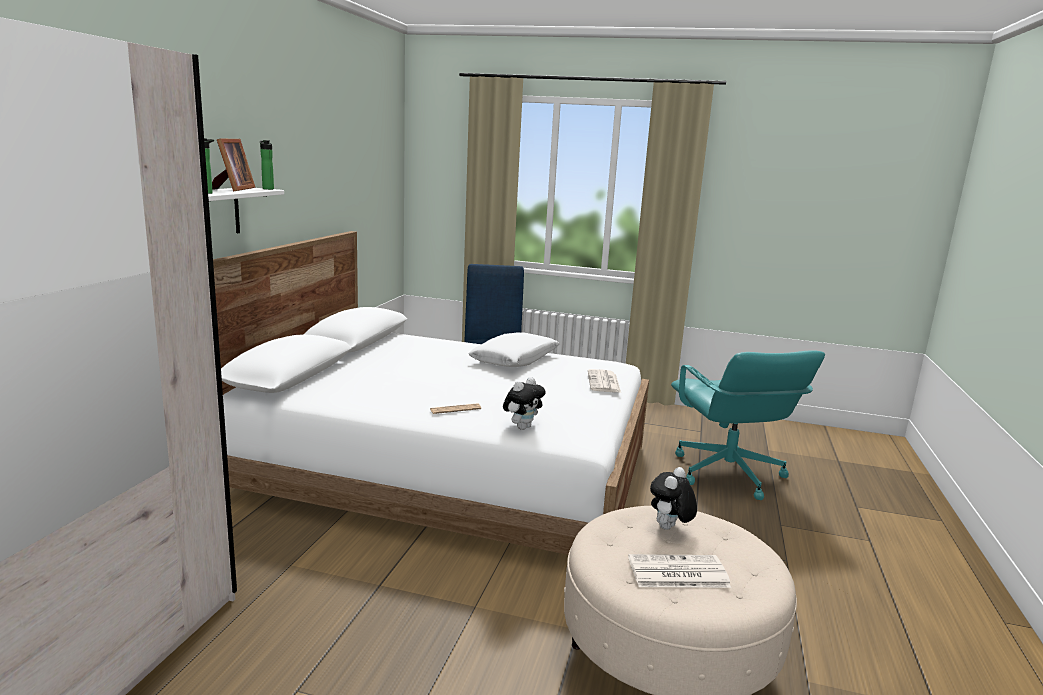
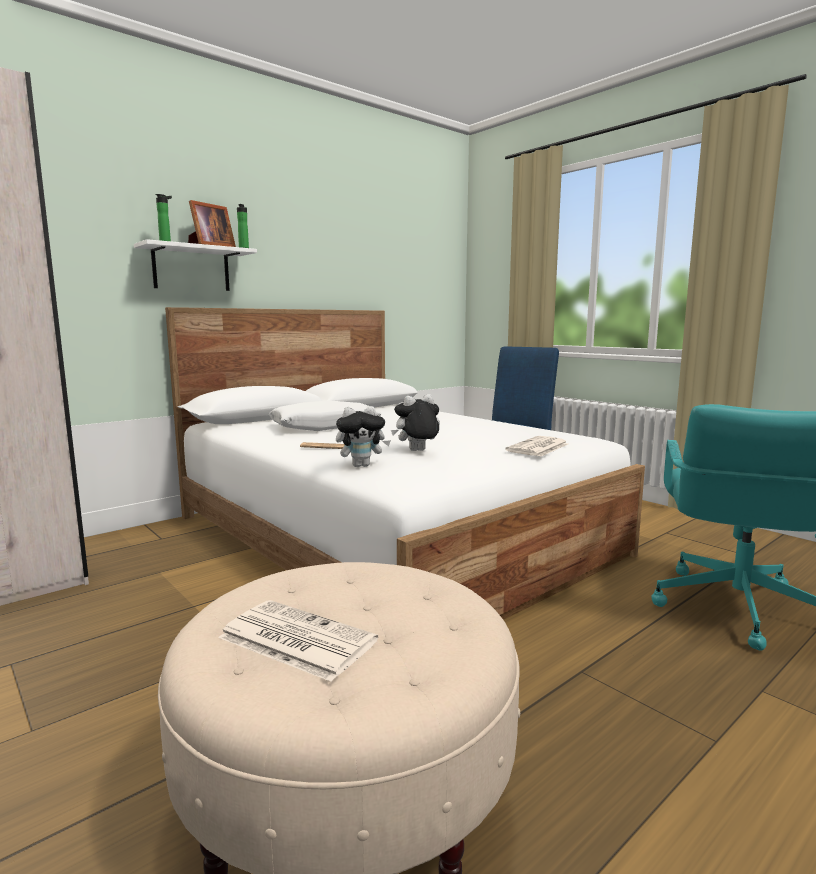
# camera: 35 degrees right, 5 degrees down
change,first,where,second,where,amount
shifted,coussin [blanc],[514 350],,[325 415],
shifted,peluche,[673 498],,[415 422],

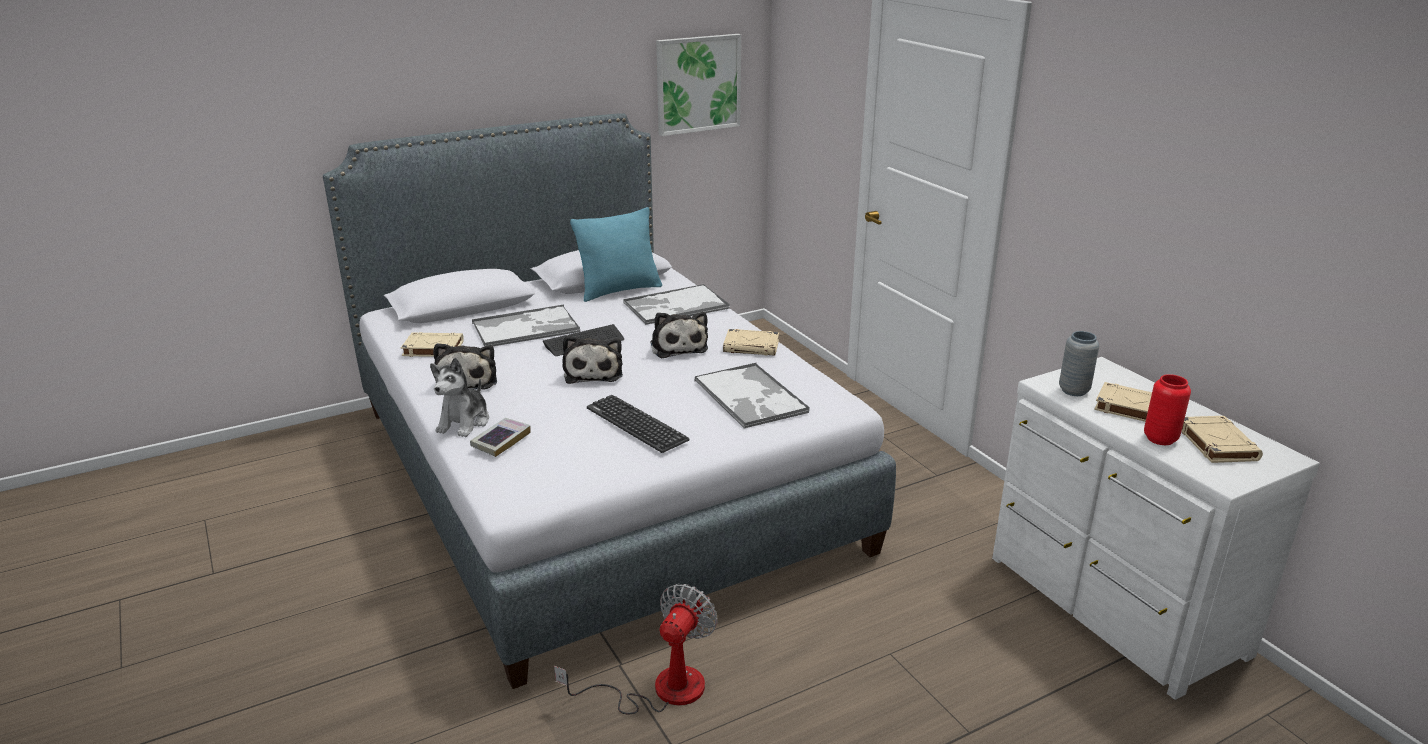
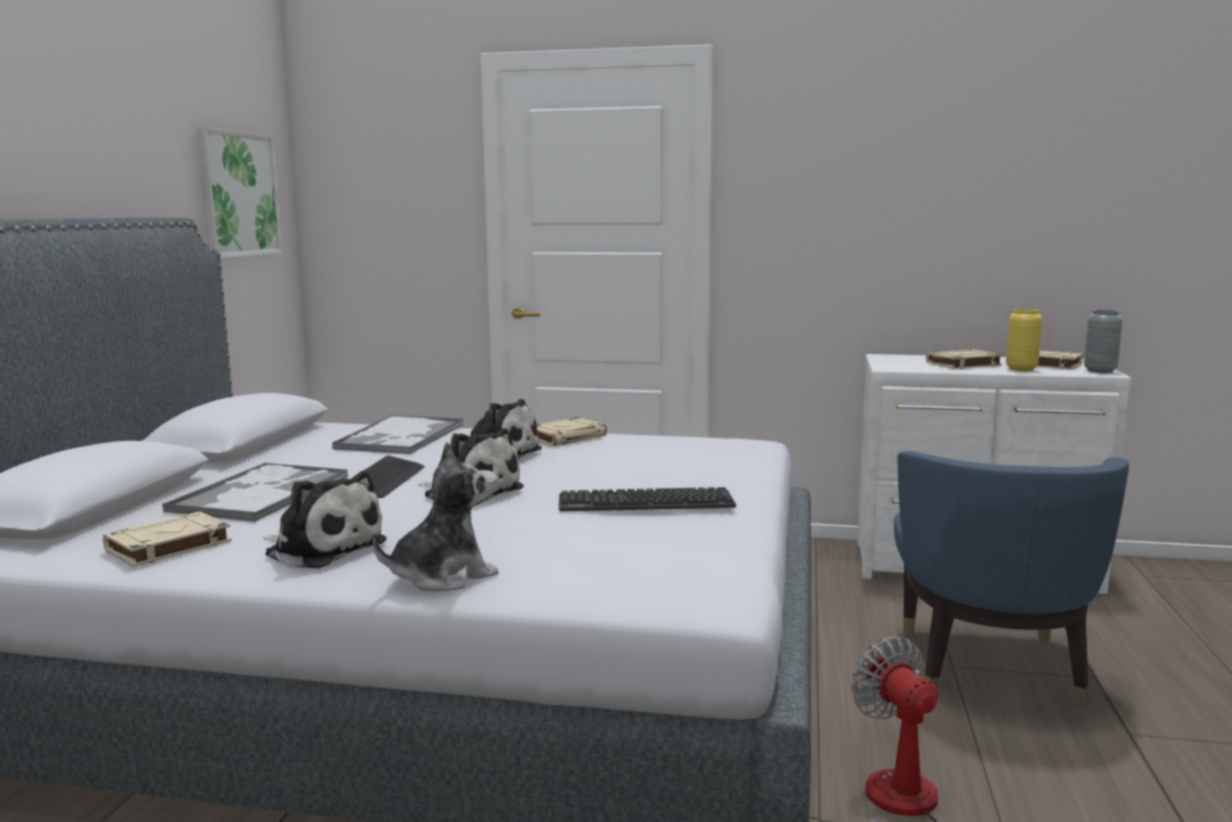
# camera: 50 degrees left, 15 degrees down
change,first,where,second,where,amount
gone,coussin [turquoise],[616 254],,,
shifted,vase [gris],[1079 363],,[1103 341],
rotated,peluche,[459 397],,[435 517],90 degrees counterclockwise
gone,plateau,[752 396],,,
repainted,vase [rouge],[1167 409],vase [jaune],[1024 340],
gone,livre,[500 437],,,
new,,,fauteuil [bleu],[1011 579],

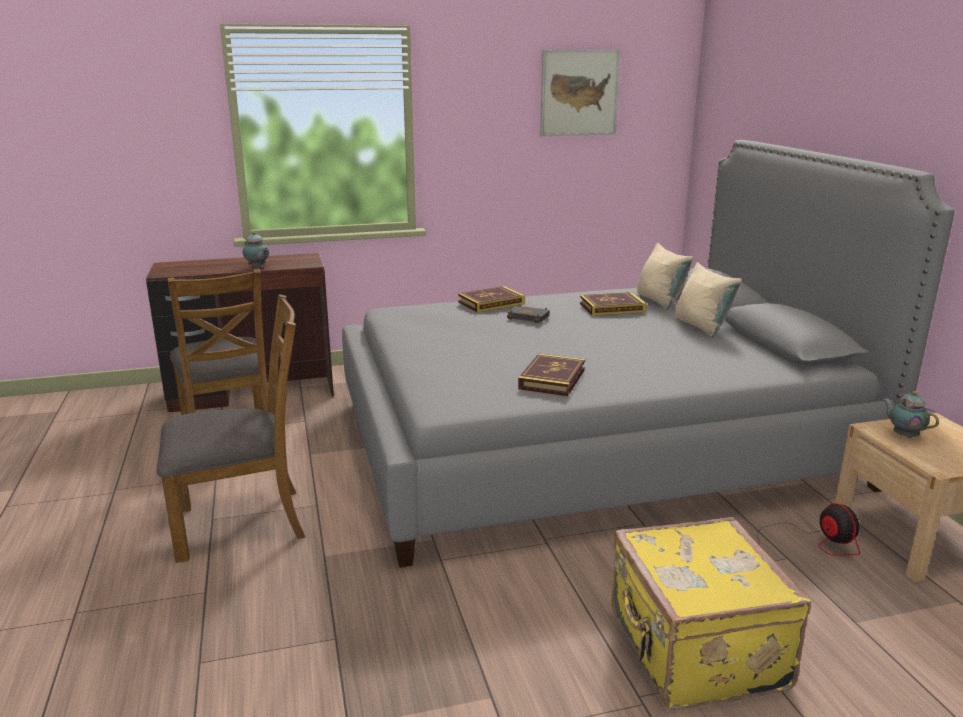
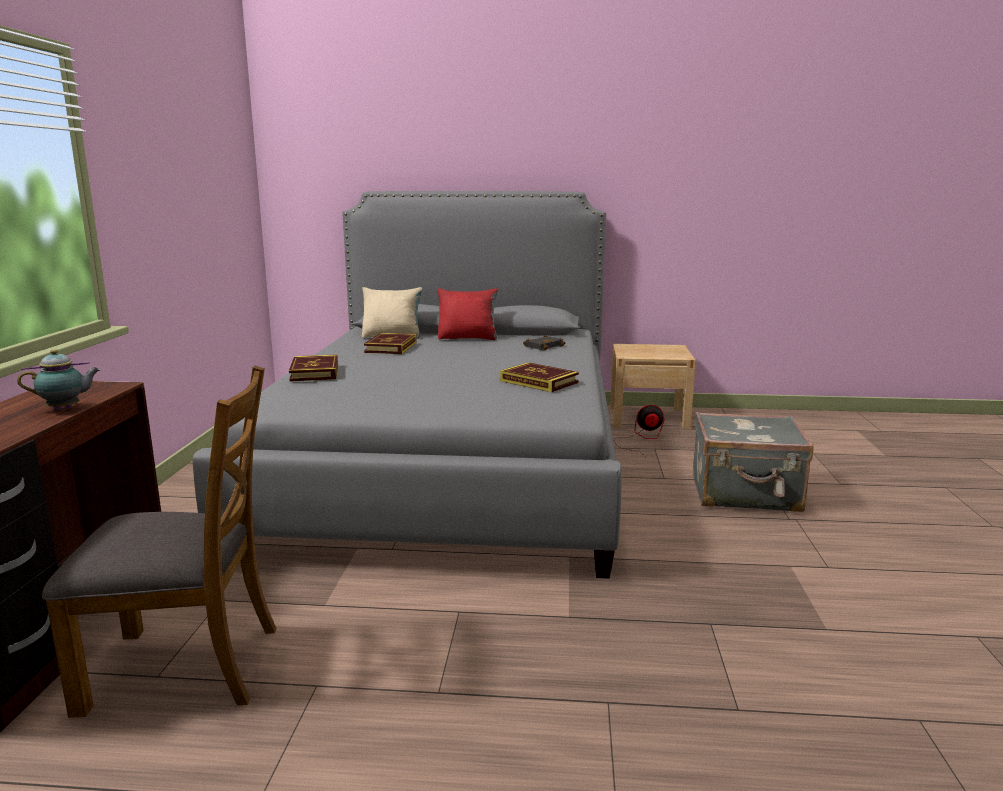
# camera: 70 degrees left, 5 degrees down
change,first,where,second,where,amount
gone,tableau,[580 93],,,
repainted,coussin [beige],[708 300],coussin [rouge],[467 314],
gone,chaise [marron],[231 428],,,
shifted,livre [noir],[528 313],,[544 343],
gone,théière,[910 414],,,
repainted,valise [jaune],[711 613],valise [gris],[753 462],

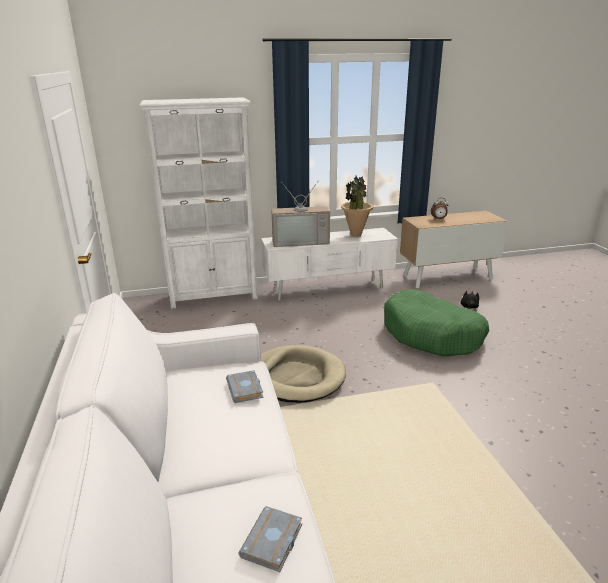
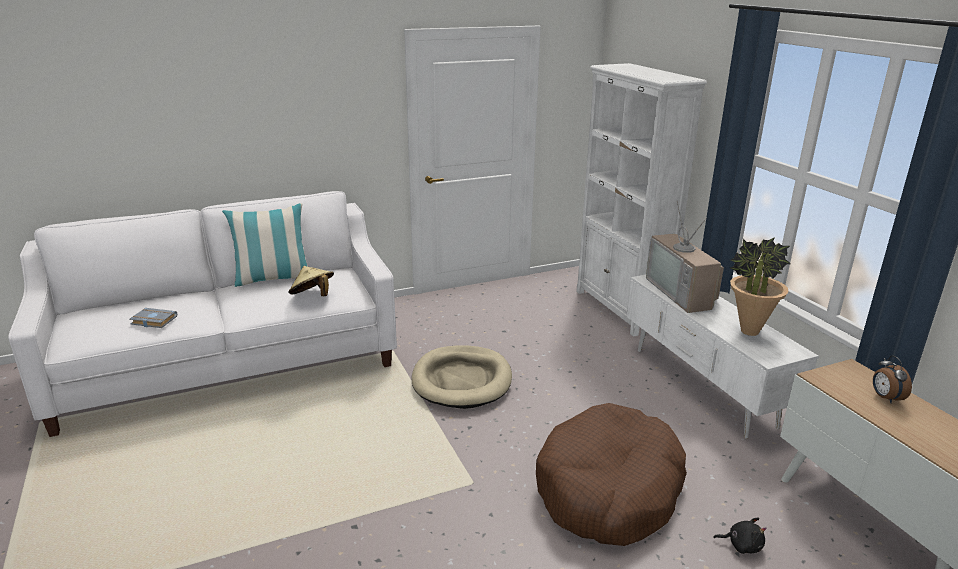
# camera: 80 degrees right, 0 degrees up
change,first,where,second,where,amount
repainted,panier pour chien [vert],[436 322],panier pour chien [marron],[611 474],
swapped,livre [gris],[245 386],chapeau [beige],[311 281],
new,,,coussin,[265 245],

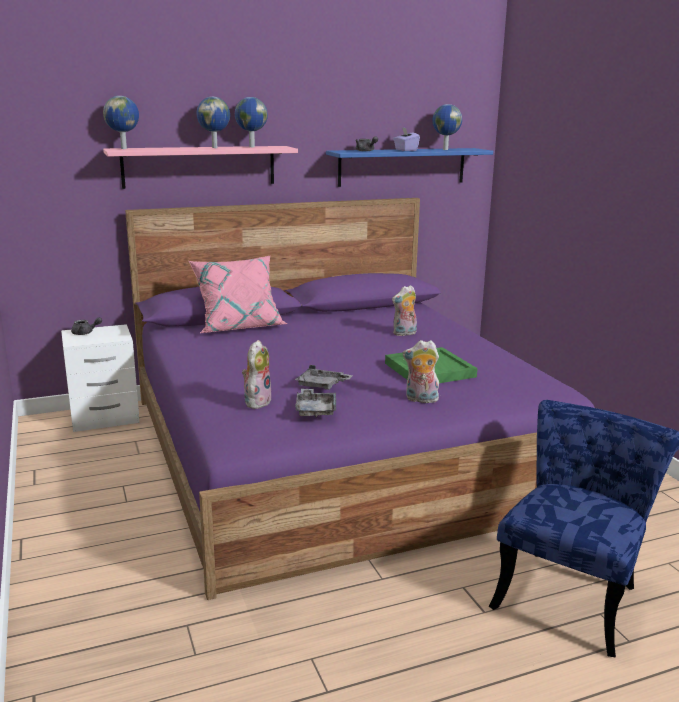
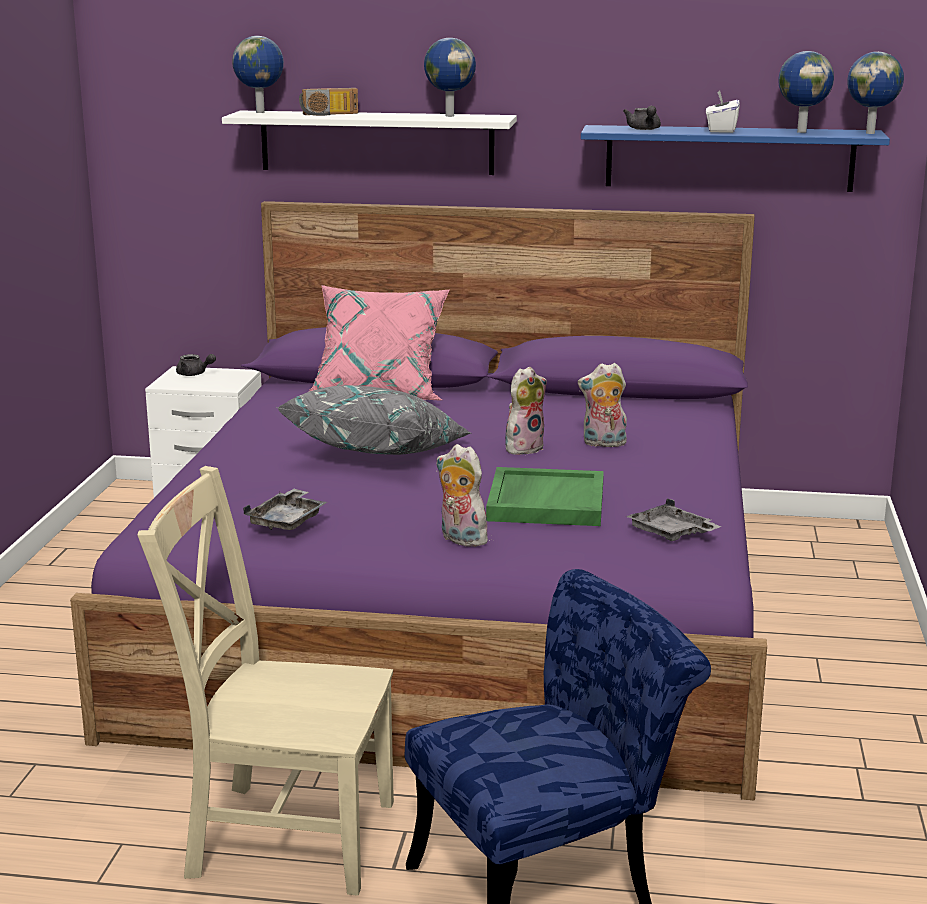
# camera: 30 degrees right, 0 degrees up
change,first,where,second,where,amount
shifted,globe,[213 122],,[875 93],
repainted,boîte à mouchoirs [violet],[406 139],boîte à mouchoirs [blanc],[723 111],
repainted,étagère [rose],[200 167],étagère [blanc],[369 143],
shifted,peluche,[256 374],,[526 411],
shifted,plateau [gris],[324 377],,[673 519],
new,,,radio,[328 102],
new,,,coussin [gris],[373 420],
new,,,chaise [beige],[265 681],

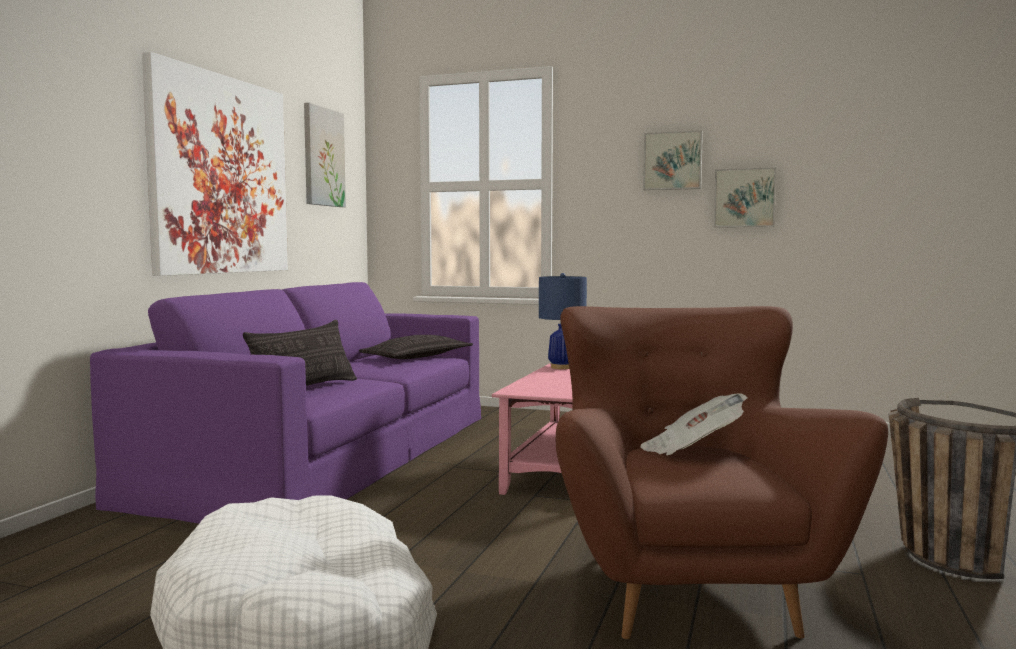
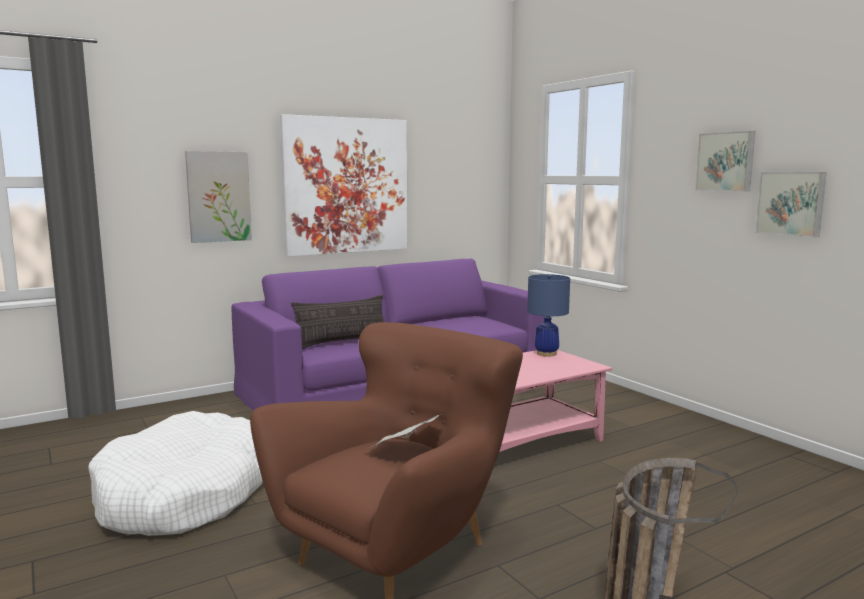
# camera: 40 degrees right, 5 degrees up
change,first,where,second,where,amount
shifted,tableau,[325 155],,[218 197],
gone,coussin,[416 347],,,

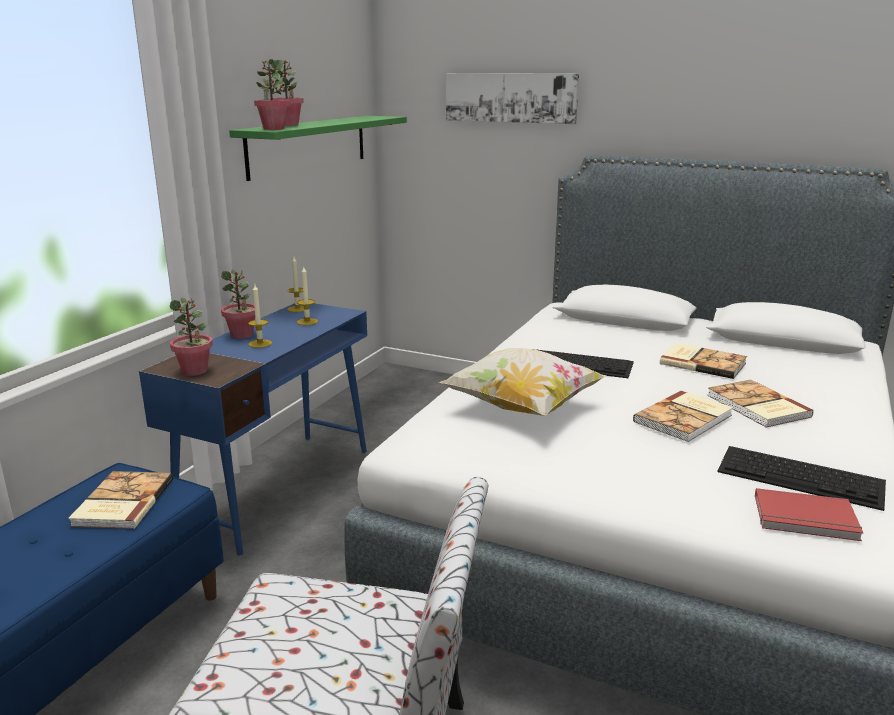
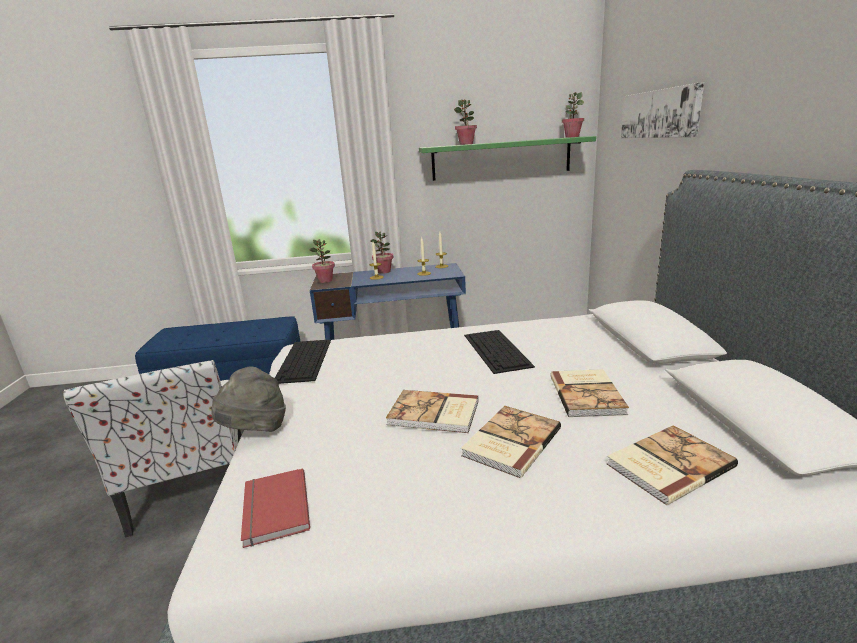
# camera: 60 degrees right, 0 degrees up
change,first,where,second,where,amount
shifted,plante en pot,[272 94],,[573 115],
gone,coussin,[523 382],,,
shifted,clavier,[801 478],,[303 362],
shifted,livre,[120 500],,[672 465],
new,,,chapeau [gris],[249 399],

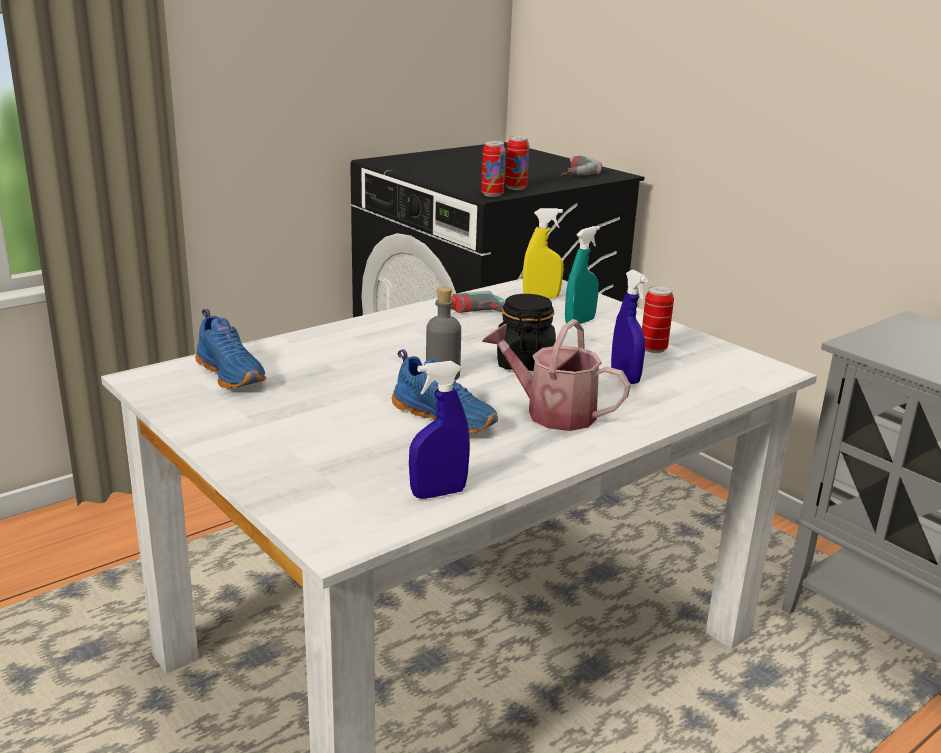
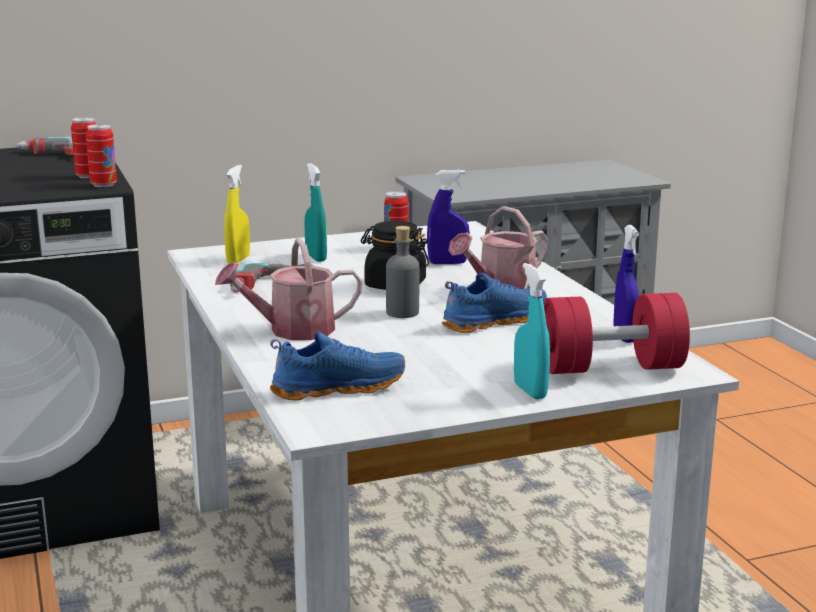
# camera: 70 degrees left, 5 degrees down
change,first,where,second,where,amount
new,,,arrosoir,[288 289],
new,,,vaporisateur [turquoise],[532 331],
new,,,haltère [rouge],[616 333],

